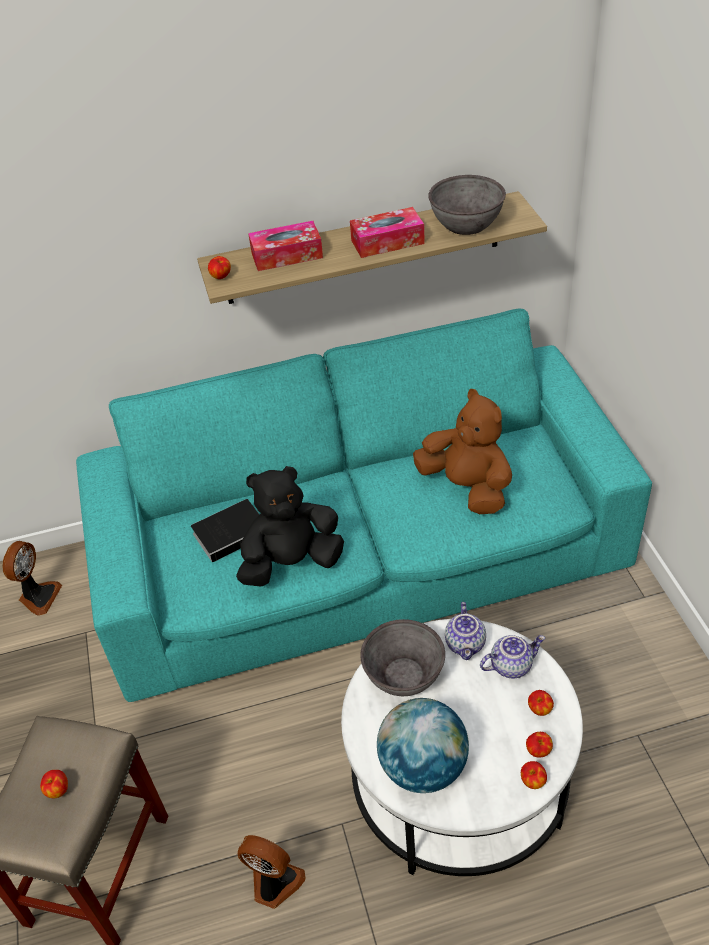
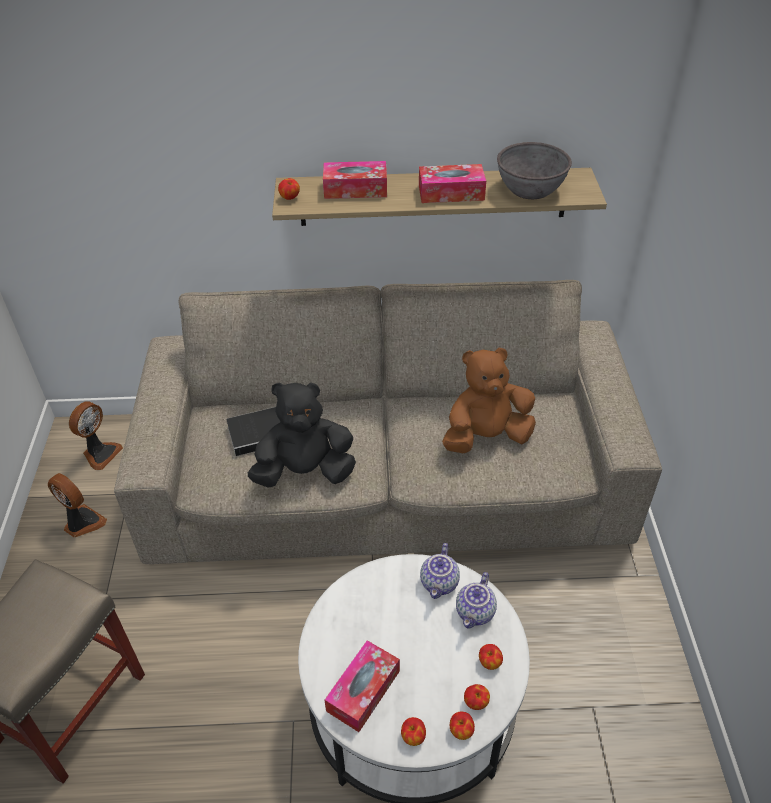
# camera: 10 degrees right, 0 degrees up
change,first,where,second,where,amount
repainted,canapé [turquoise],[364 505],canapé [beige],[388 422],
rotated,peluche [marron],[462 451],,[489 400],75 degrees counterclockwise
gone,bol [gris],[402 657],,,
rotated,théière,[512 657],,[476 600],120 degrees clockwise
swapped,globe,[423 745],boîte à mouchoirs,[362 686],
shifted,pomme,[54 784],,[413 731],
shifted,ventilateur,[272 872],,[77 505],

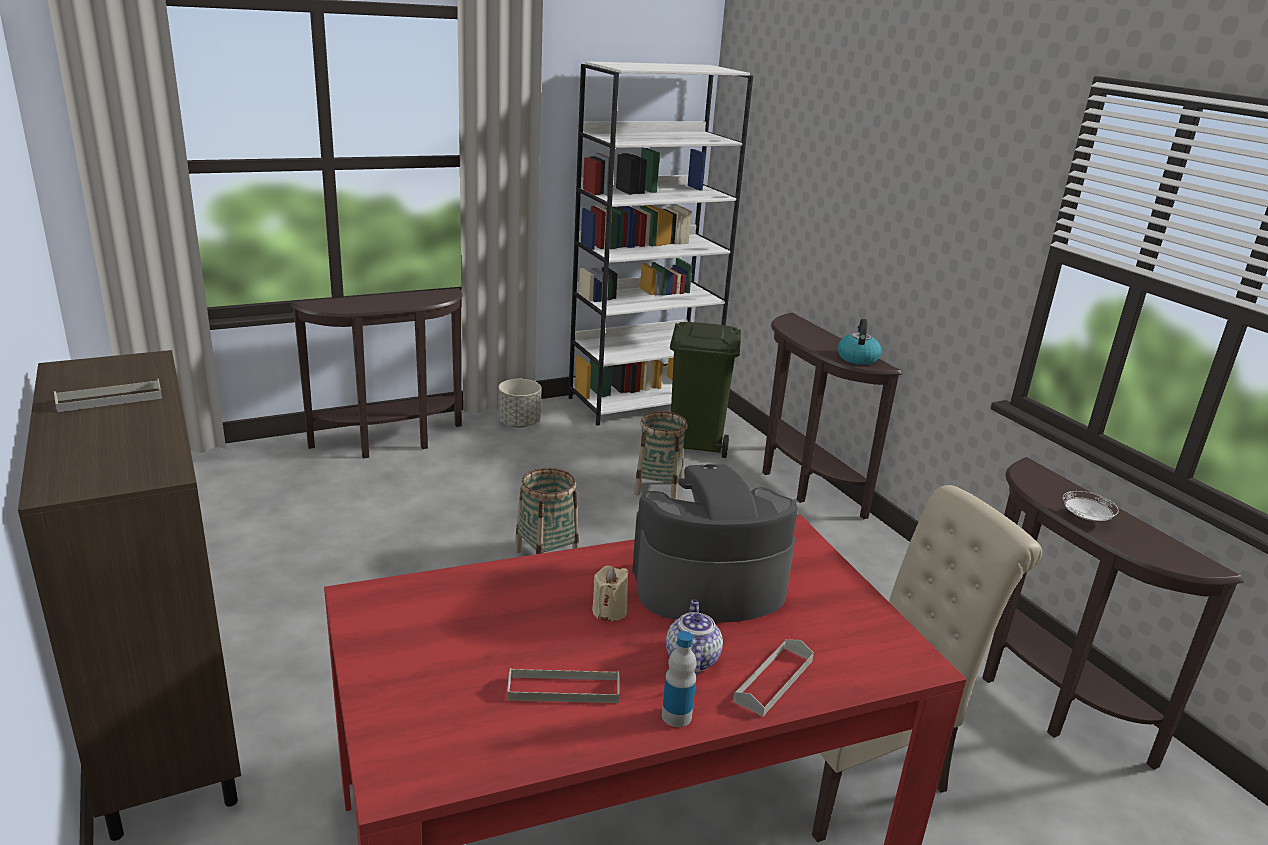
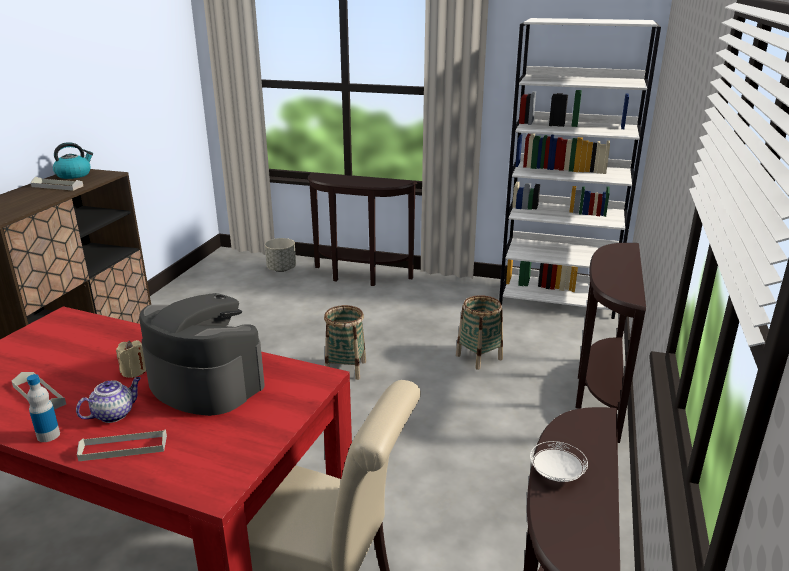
# camera: 45 degrees right, 0 degrees up
change,first,where,second,where,amount
shifted,bouilloire,[860 342],,[73 160],
gone,poubelle [vert],[705 390],,,
shifted,cache-pot [gris],[519 403],,[280 255],

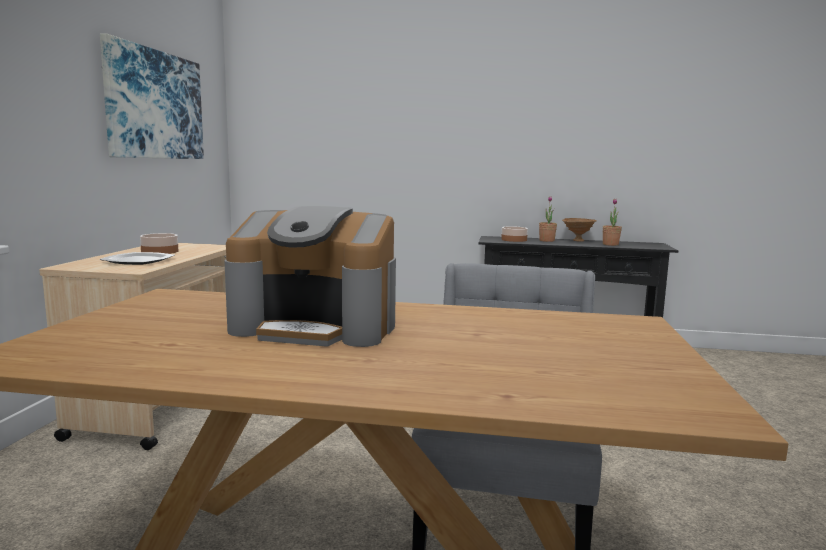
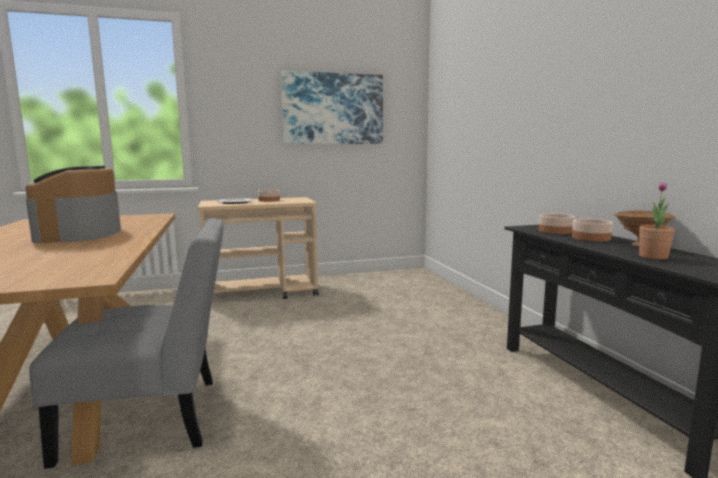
# camera: 65 degrees right, 0 degrees up
change,first,where,second,where,amount
swapped,plante en pot,[548 219],bol,[592 230],

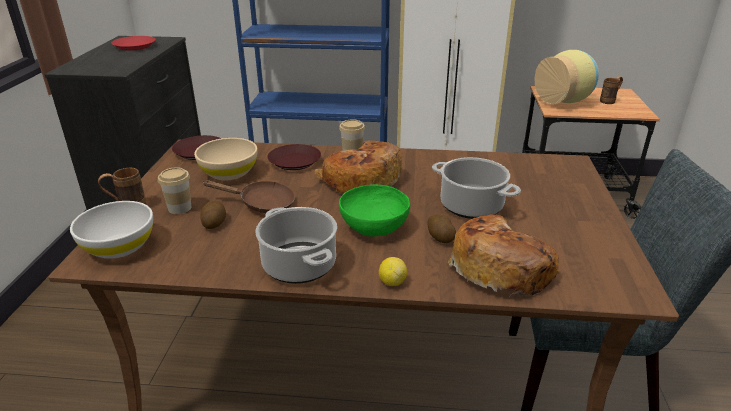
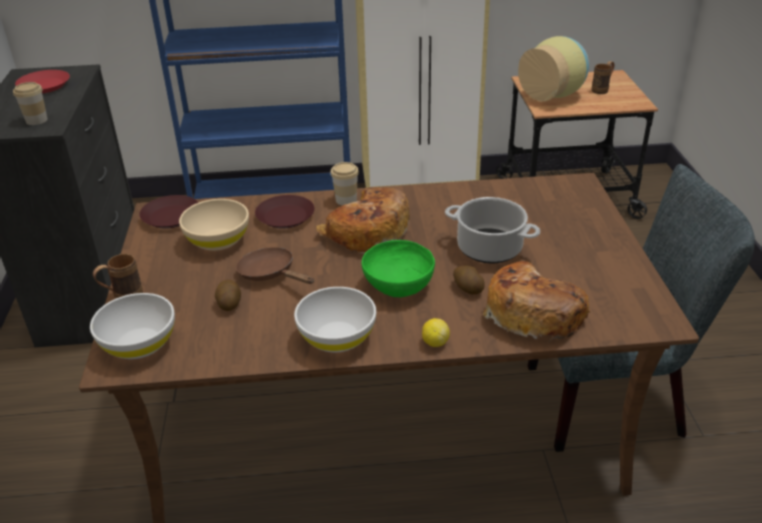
# camera: 10 degrees left, 5 degrees up
change,first,where,second,where,amount
shifted,tasse,[174 190],,[30 103],
rotated,poêle [marron],[248 196],,[275 265],135 degrees counterclockwise
swapped,marmite,[296 245],bol [blanc],[335 319],

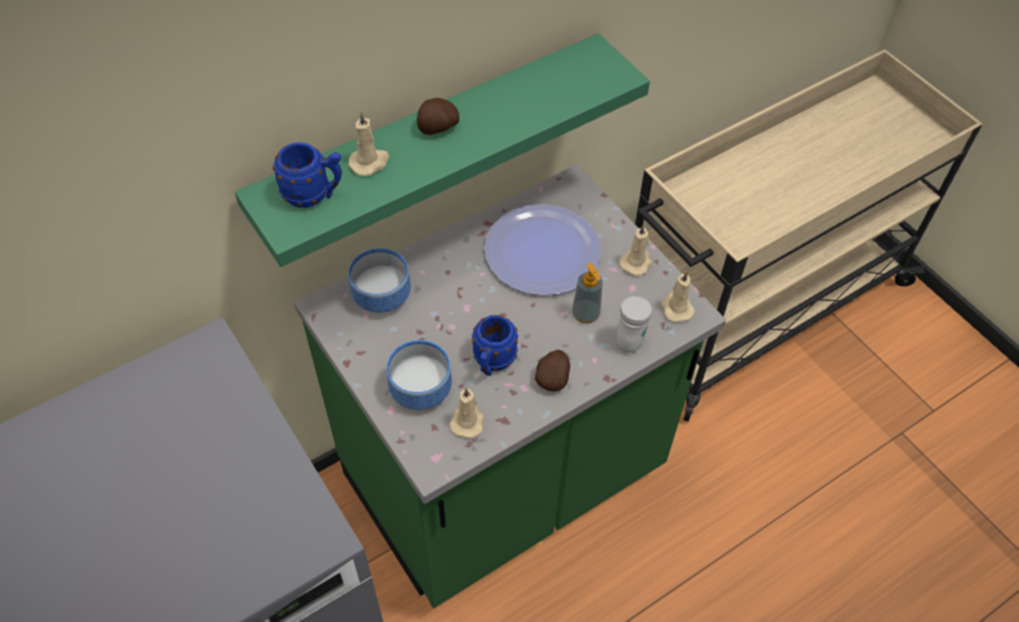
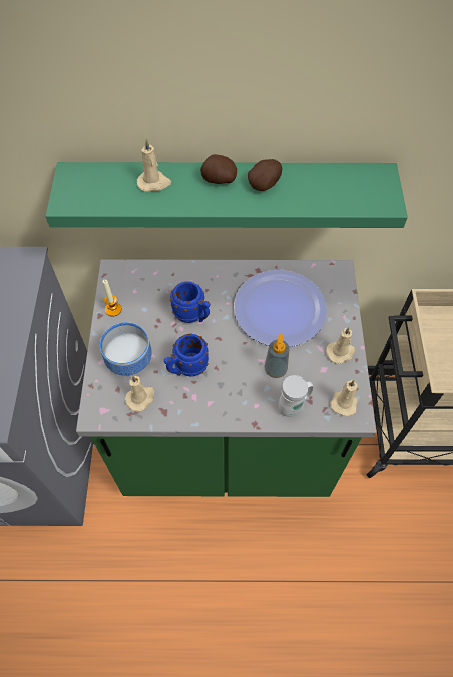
# camera: 35 degrees right, 5 degrees up
change,first,where,second,where,amount
shifted,mug [bleu],[307 175],,[190 302],
gone,bol,[379 280],,,
shifted,pomme de terre,[552 371],,[265 175],
new,,,bougie,[112 298],

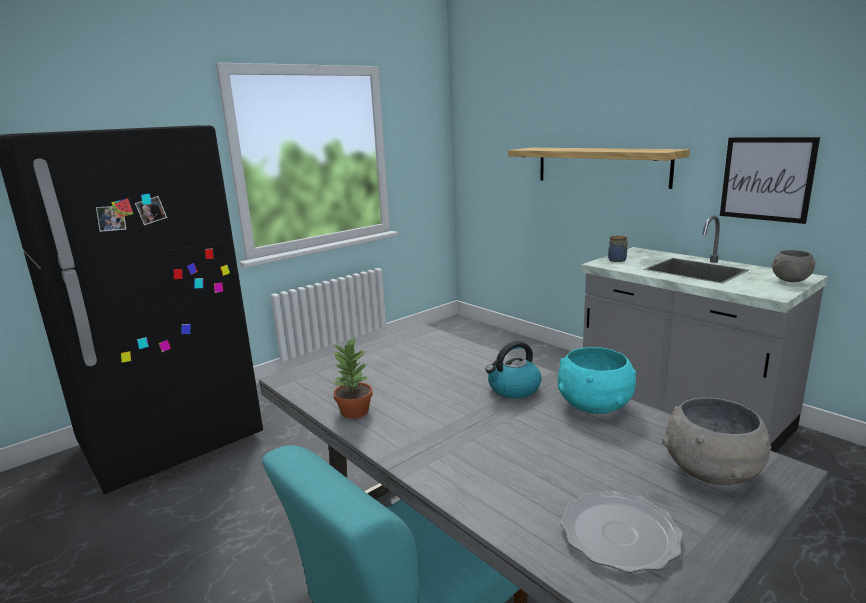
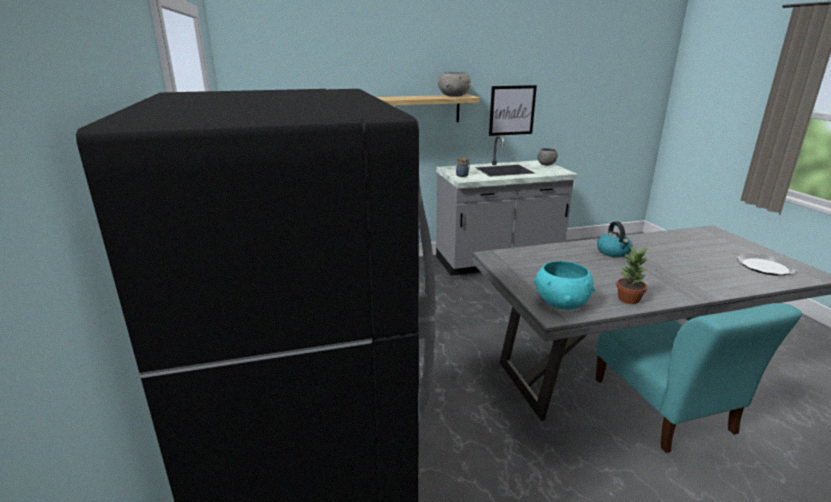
# camera: 65 degrees left, 5 degrees up
change,first,where,second,where,amount
shifted,bol [turquoise],[597 380],,[564 285],
shifted,bol [gris],[716 441],,[454 84],

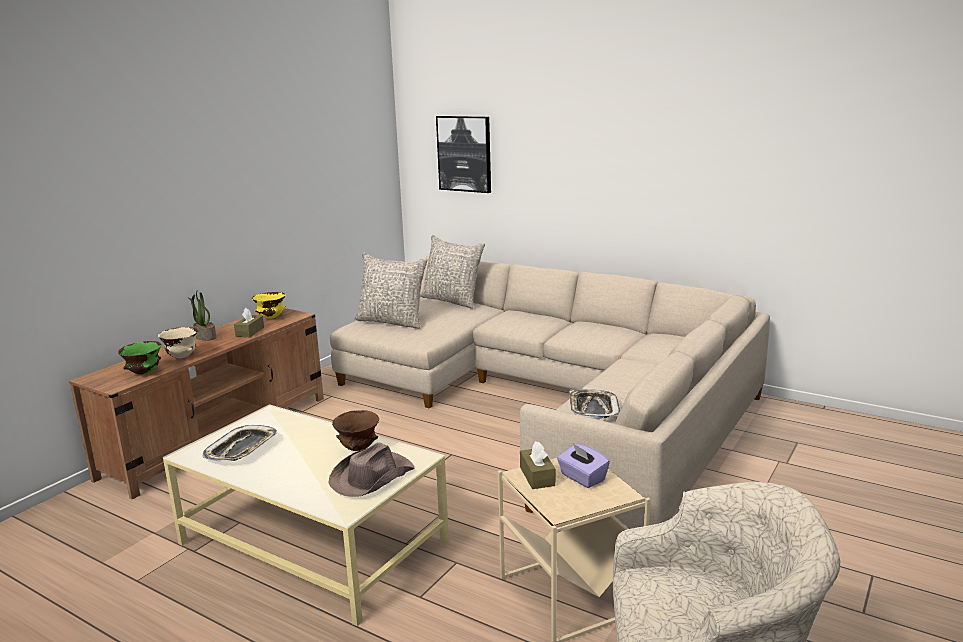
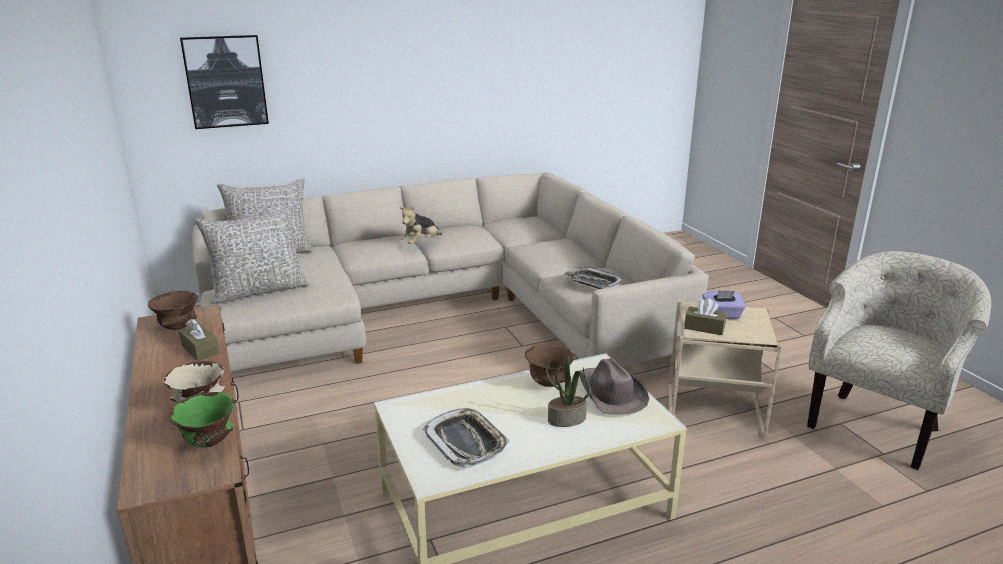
# camera: 55 degrees left, 5 degrees up
change,first,where,second,where,amount
shifted,plante en pot,[201 316],,[568 391],
repainted,bol [jaune],[269 305],bol [marron],[173 310],
new,,,peluche,[421 225],

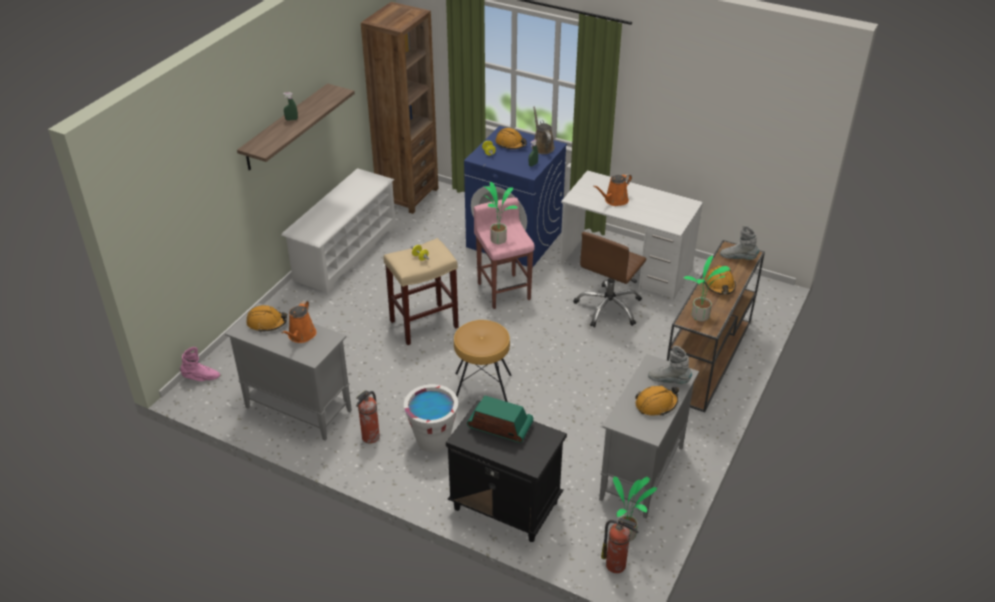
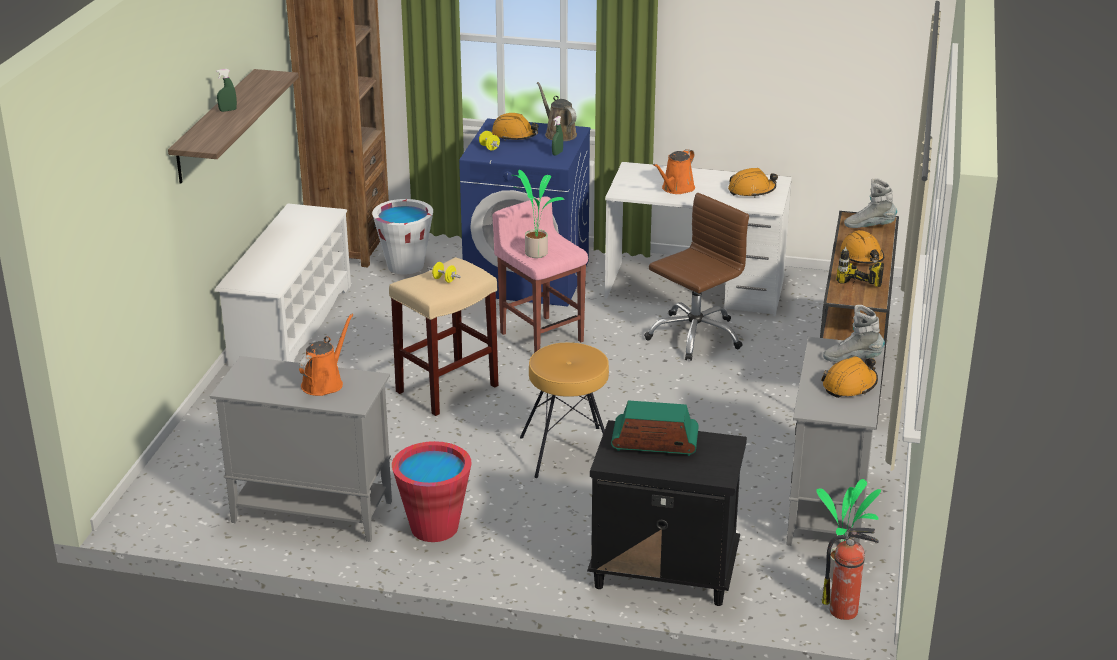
# camera: 15 degrees left, 10 degrees down
change,first,where,second,where,amount
rotated,chaise de bureau [marron],[609 279],,[696 277],150 degrees counterclockwise
swapped,plante en pot,[707 288],perceuse,[860 266],
rotated,arrosoir [orange],[299 321],,[326 355],150 degrees counterclockwise
shifted,casque de chantier [orange],[266 318],,[753 183],
gone,botte [rose],[200 364],,,
shifted,seau [blanc],[431 418],,[402 237],
swapped,extincteur,[368 416],seau [rouge],[431 491],

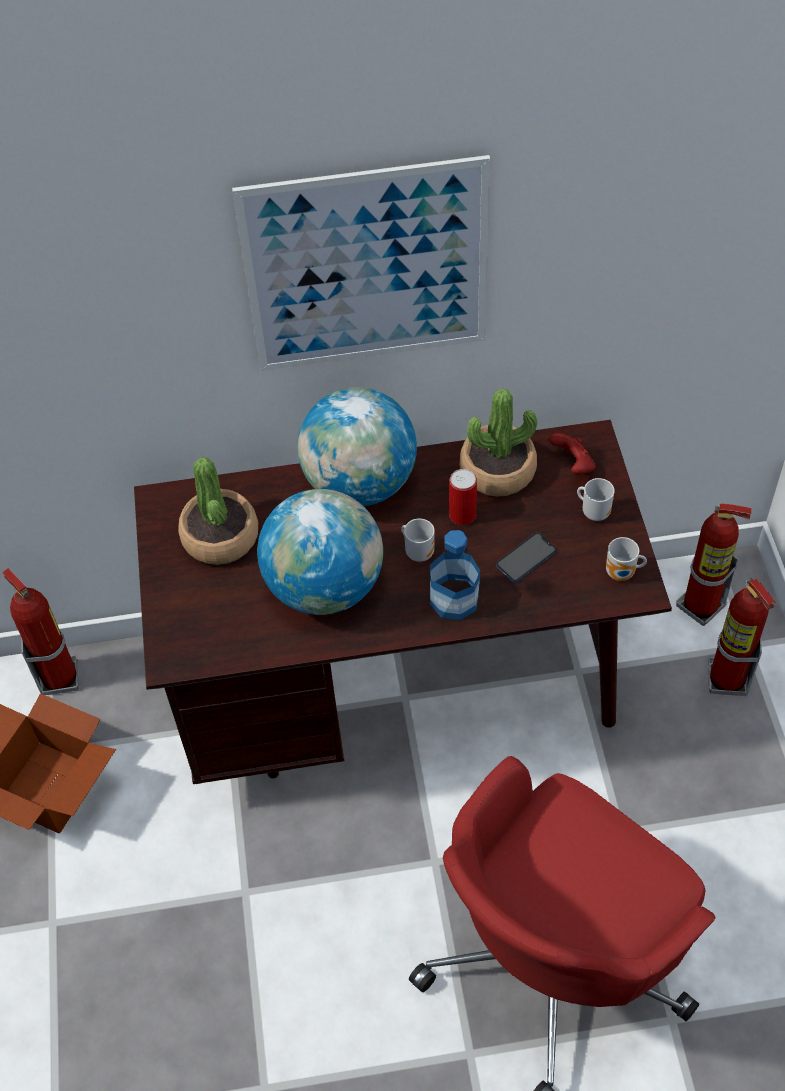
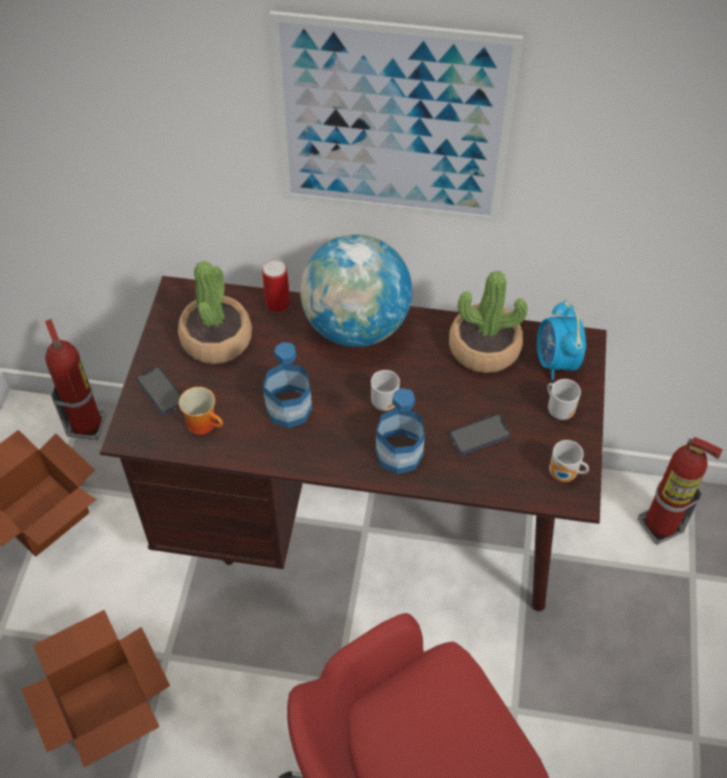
# camera: 15 degrees right, 0 degrees up
change,first,where,second,where,amount
swapped,manette [rouge],[572 454],réveil,[561 340],
shifted,boîte métallique,[463 497],,[276 285],
swapped,globe,[320 552],bouteille,[287 385],
gone,extincteur,[741 637],,,
new,,,téléphone,[158 390],
new,,,mug,[201 411],
new,,,carton,[95 688],

